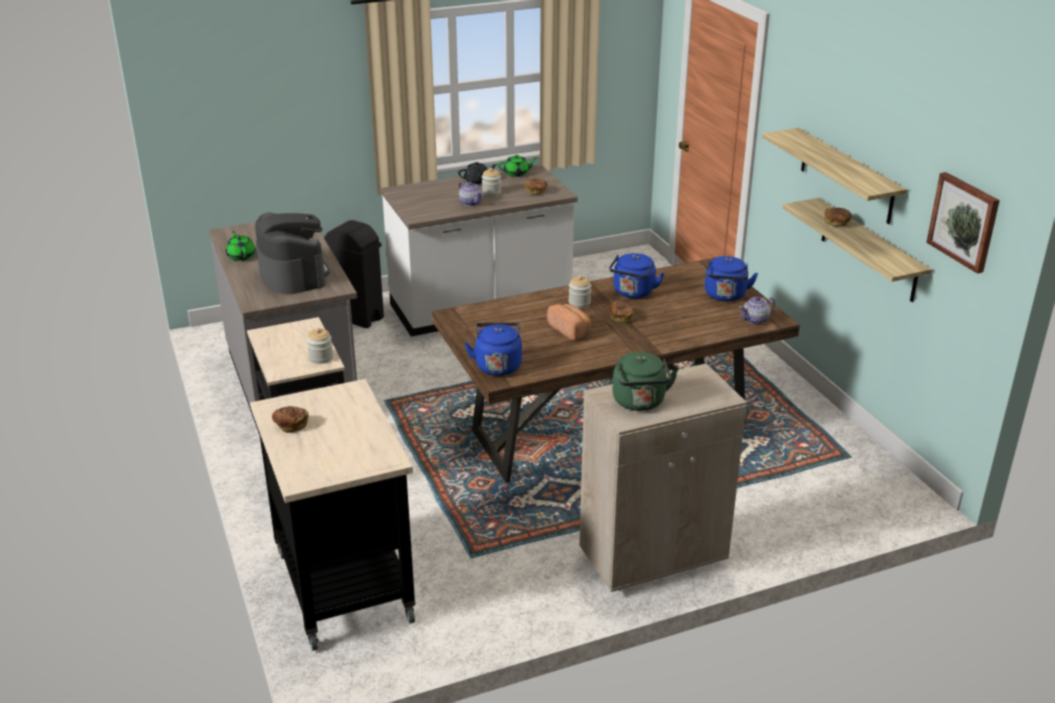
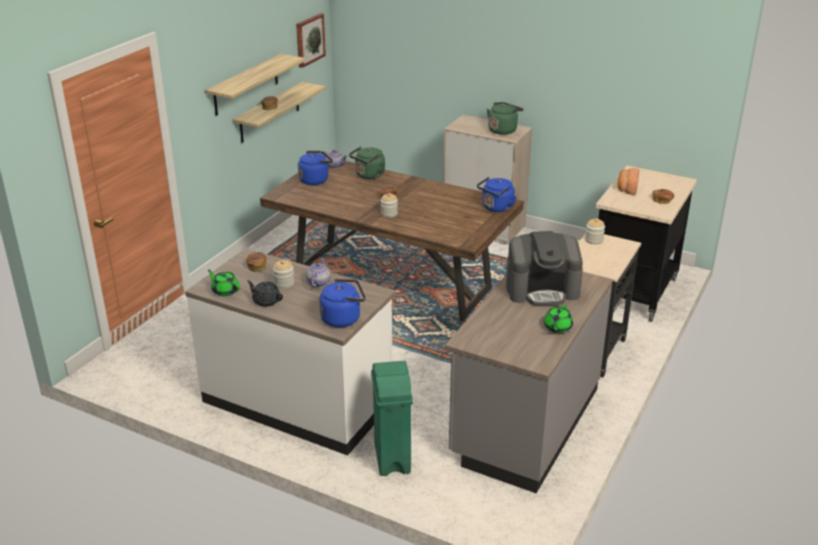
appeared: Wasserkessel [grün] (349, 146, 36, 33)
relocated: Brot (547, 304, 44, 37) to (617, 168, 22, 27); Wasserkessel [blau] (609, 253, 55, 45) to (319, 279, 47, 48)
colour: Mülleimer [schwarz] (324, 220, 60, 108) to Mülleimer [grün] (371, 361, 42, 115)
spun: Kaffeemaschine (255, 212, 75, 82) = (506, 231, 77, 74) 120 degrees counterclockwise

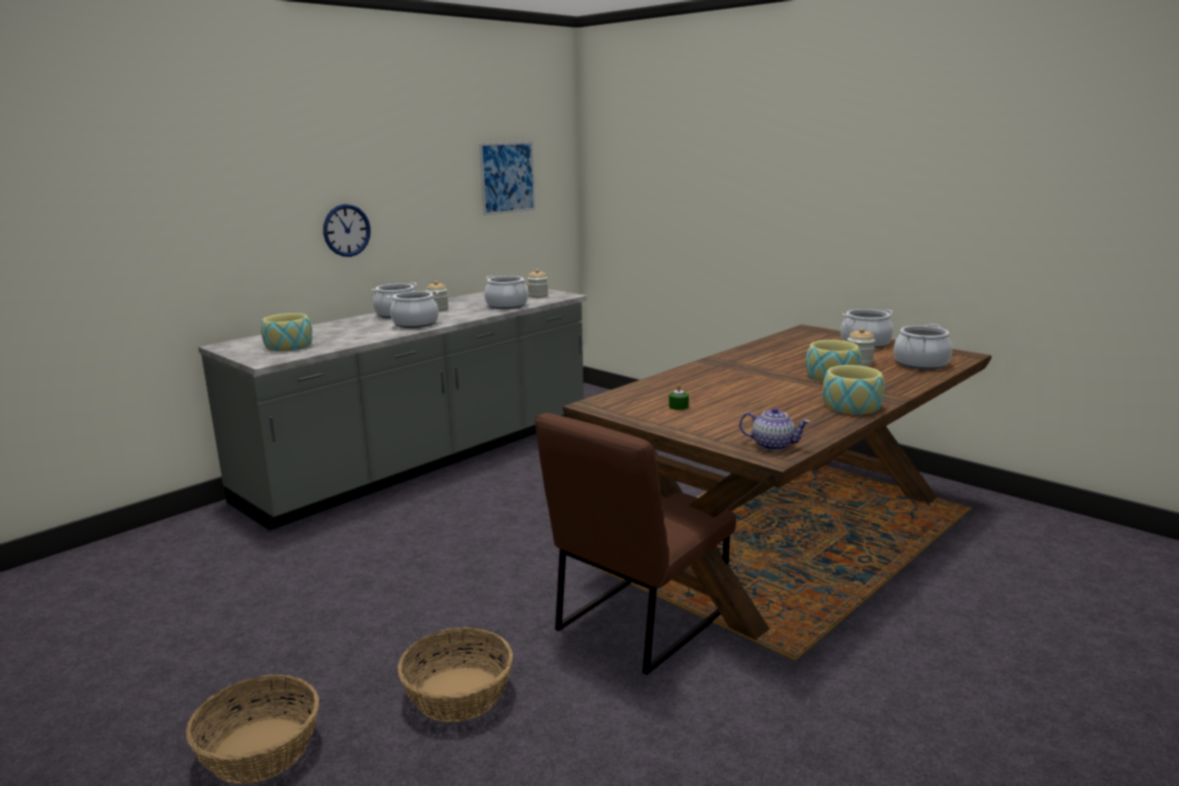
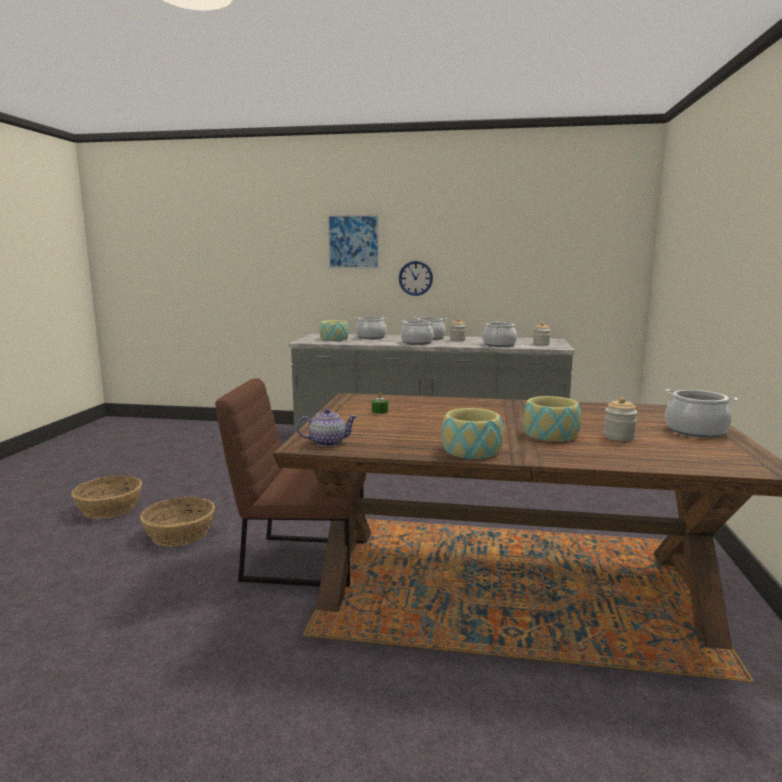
relocated: Bild (479, 141, 56, 75) to (327, 214, 53, 55); Kochtopf (894, 324, 58, 46) to (354, 317, 34, 22)
spun: Teekanne (739, 407, 71, 44) = (297, 408, 61, 39) 90 degrees counterclockwise

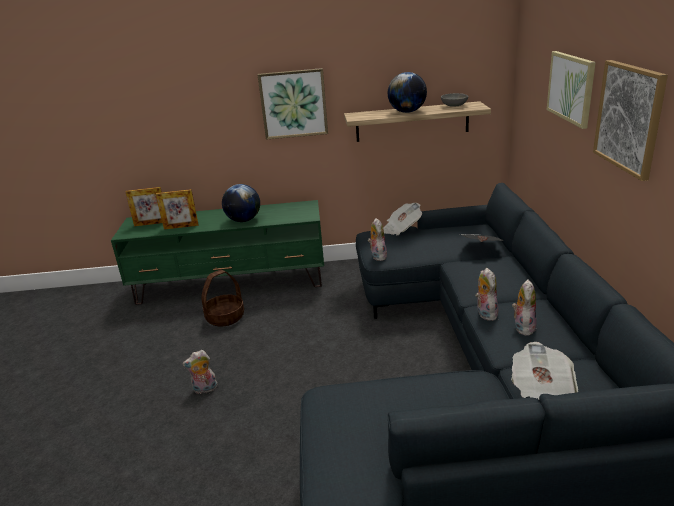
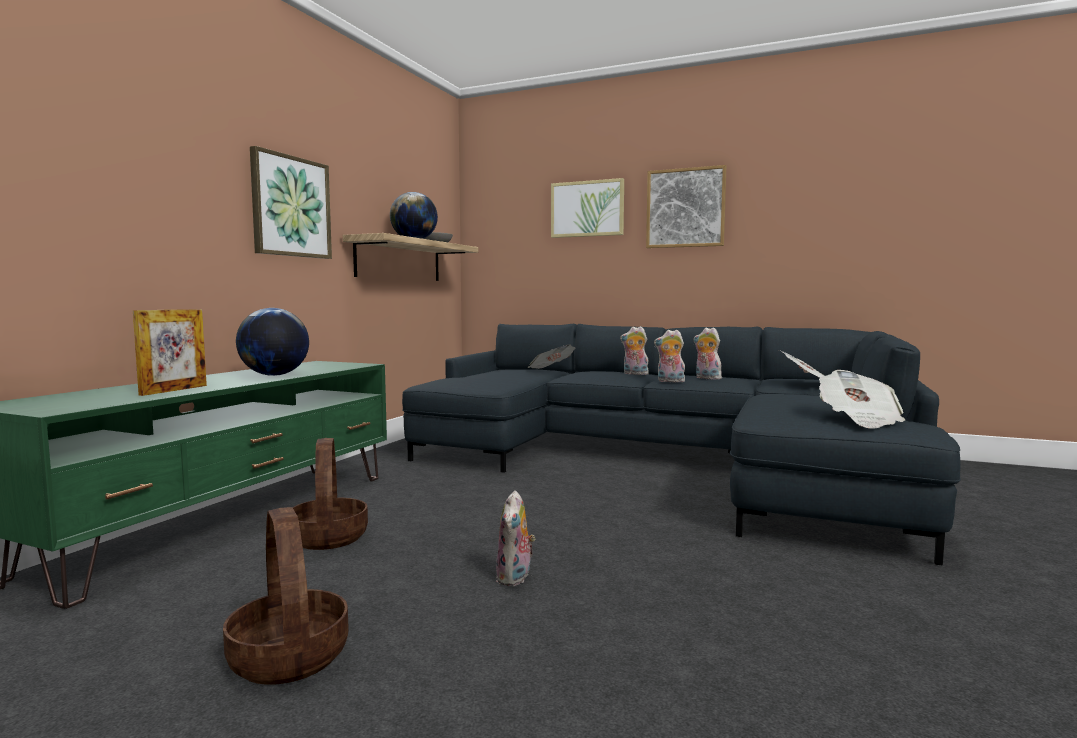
missing: Bilderrahmen (125, 187, 37, 39)
appeared: Korb (223, 507, 126, 178)
relocated: Plüschtier (368, 218, 19, 43) to (620, 326, 30, 49); Zeitung (383, 203, 39, 32) to (819, 370, 86, 59)

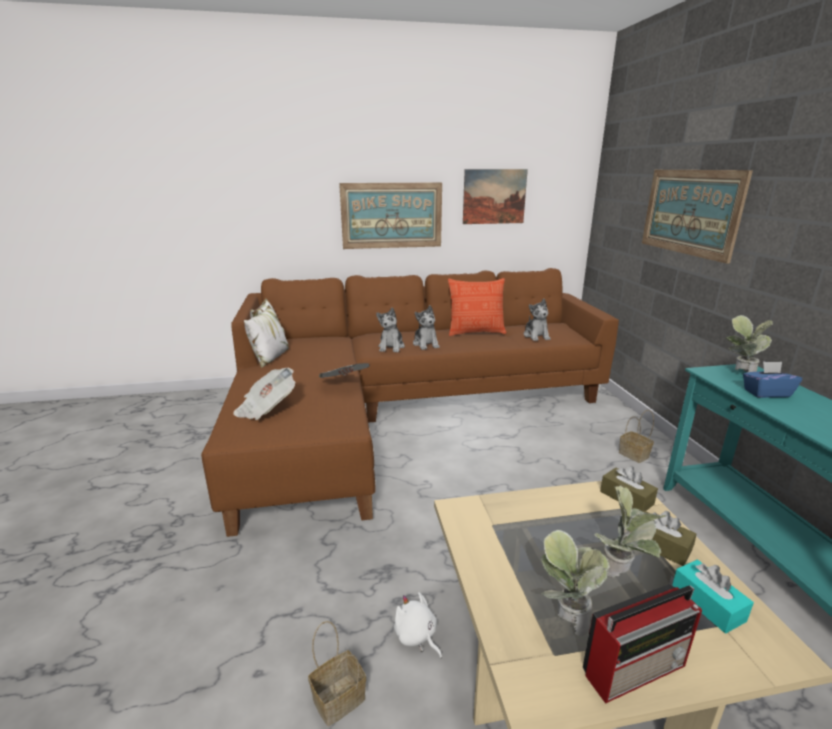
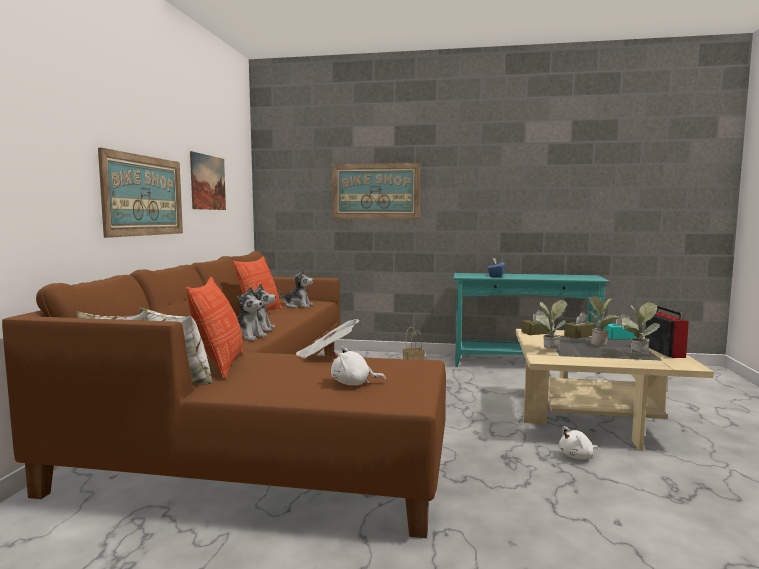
missing: Korb (308, 621, 58, 105)
appeared: Kissen [orange] (186, 277, 57, 102)
relocated: Topfpflanze (726, 315, 47, 58) to (532, 300, 35, 51)
exchanged: Zeitung (233, 368, 62, 52) to Plüschtier [weiß] (331, 346, 55, 39)

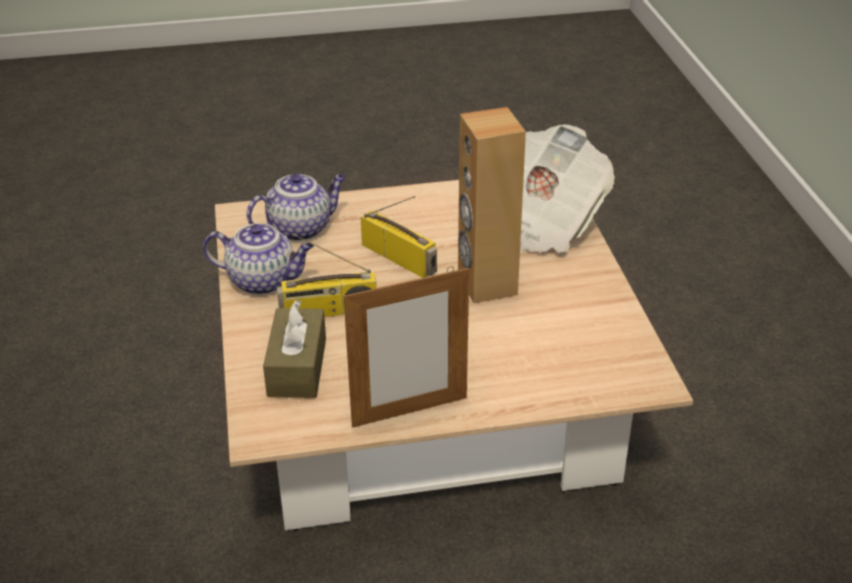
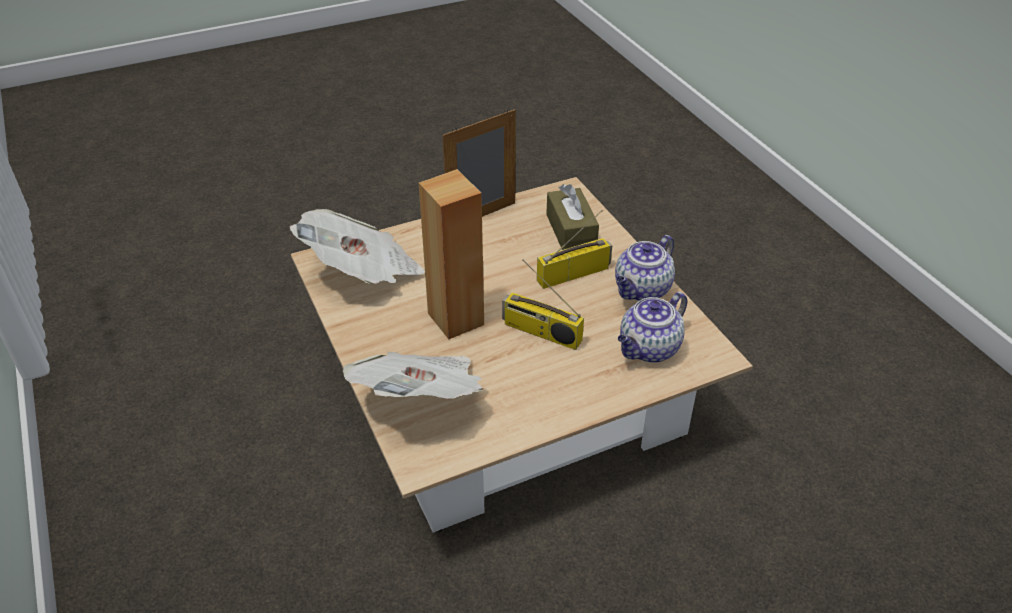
appeared: Zeitung (290, 209, 135, 75)
spun: Teekanne (203, 223, 111, 72) = (615, 235, 60, 66) 45 degrees counterclockwise

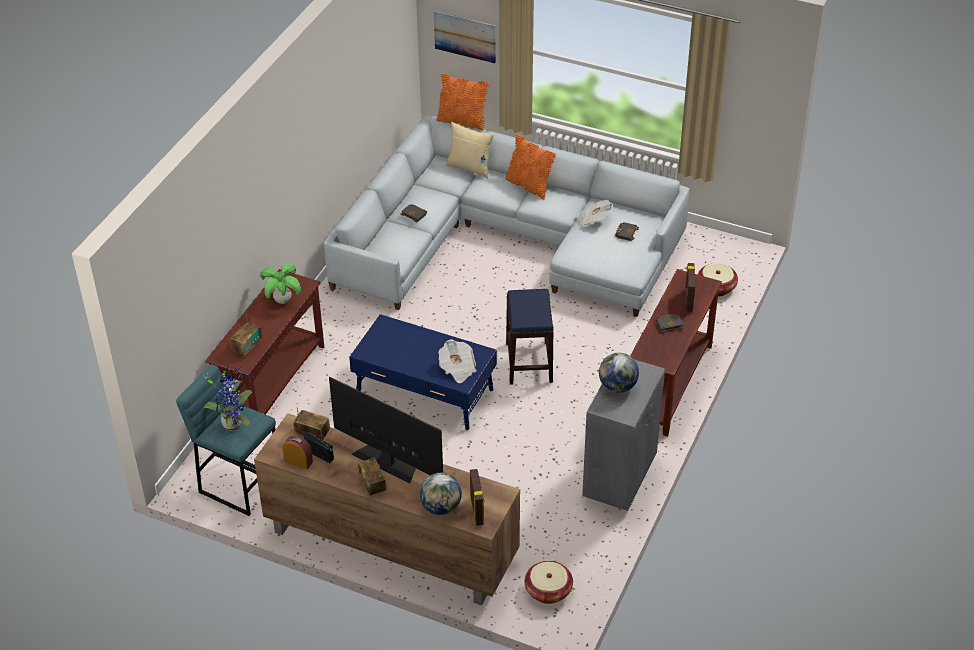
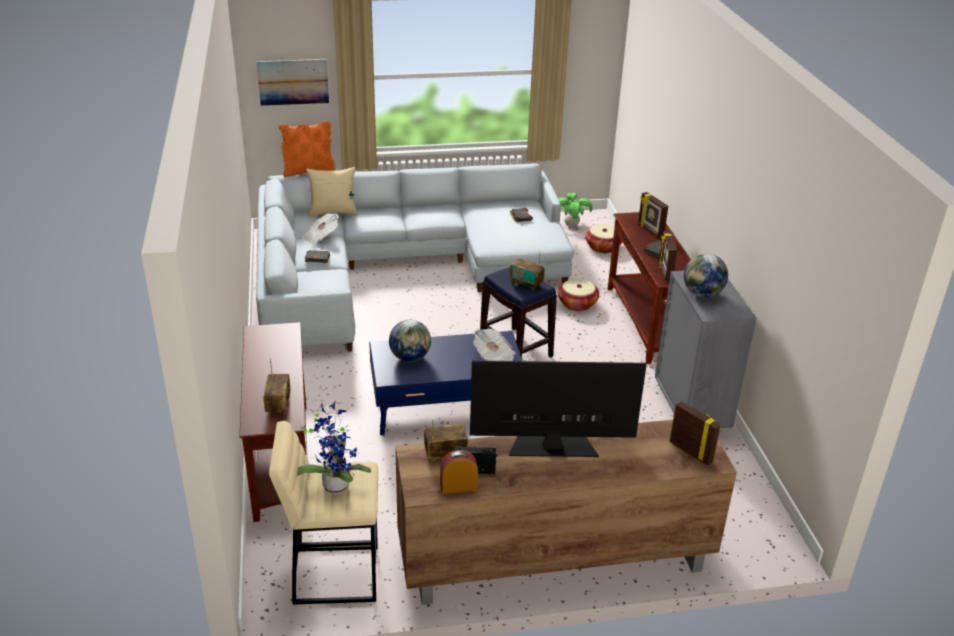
missing: Kissen [orange] (505, 134, 51, 66)
appeared: Bilderrahmen (659, 231, 18, 51)
relocated: Topfpflanze (260, 263, 41, 41) to (558, 193, 35, 34); Radio (358, 458, 29, 39) to (509, 251, 36, 40); Globus (420, 473, 42, 42) to (389, 320, 42, 42); Korb (524, 561, 49, 43) to (558, 279, 41, 32); Zeitung (577, 200, 36, 26) to (302, 213, 37, 31)
colour: Hocker [türkis] (176, 364, 100, 152) to Hocker [beige] (269, 421, 109, 184)

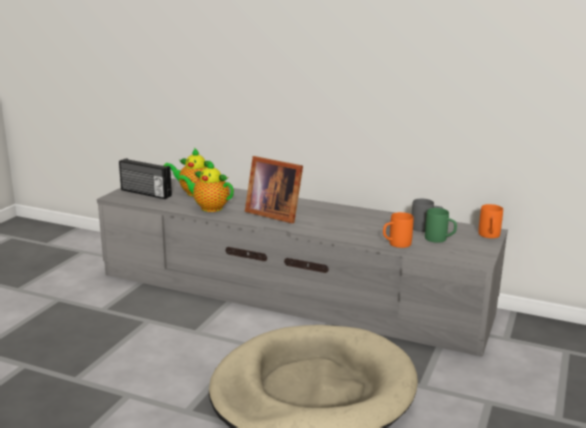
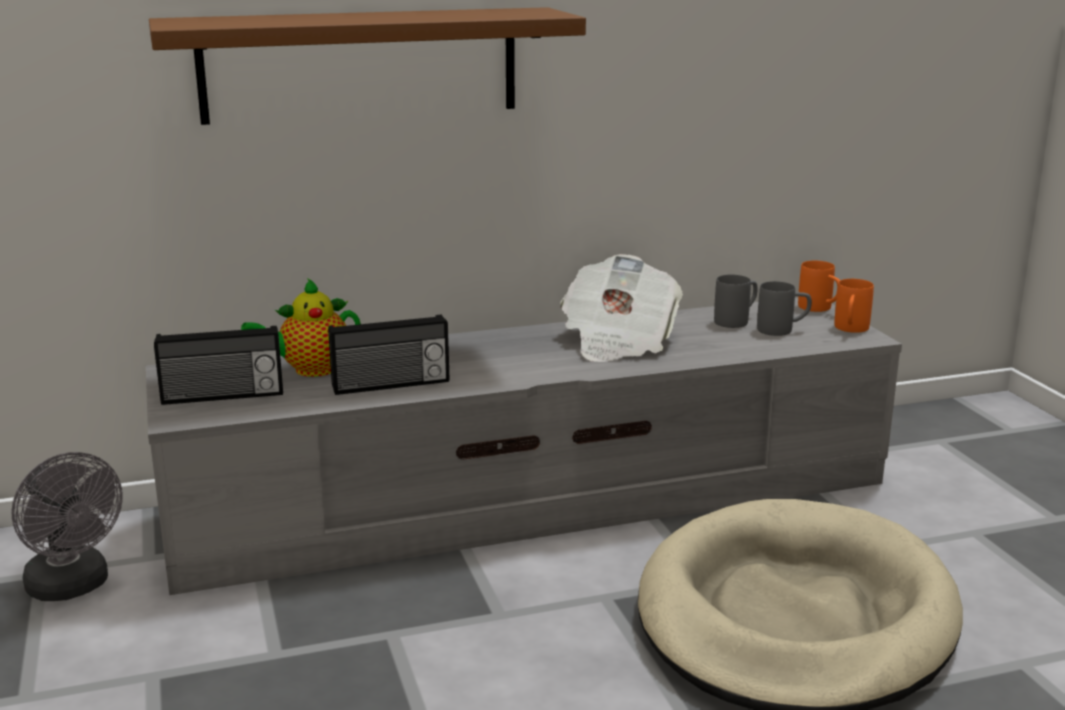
missing: Bilderrahmen (245, 156, 58, 67)
appeared: Ventilator [grau] (11, 452, 112, 149); Wandregal [braun] (149, 7, 437, 118); Zeitung (560, 254, 123, 108)
relocated: Henkelbecher [orange] (383, 212, 31, 36) to (834, 279, 40, 54)
exchanged: Teekanne (178, 160, 56, 52) to Radio (328, 315, 121, 80)
colour: Henkelbecher [grün] (425, 208, 32, 35) to Henkelbecher [grau] (757, 281, 55, 55)

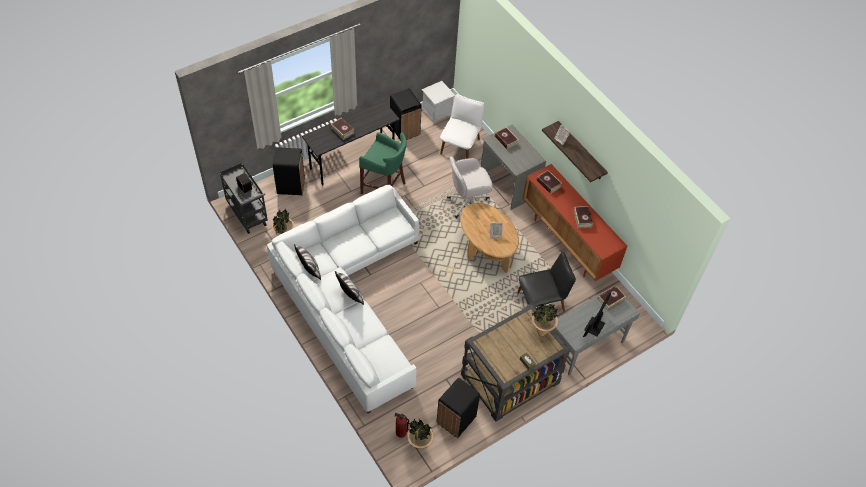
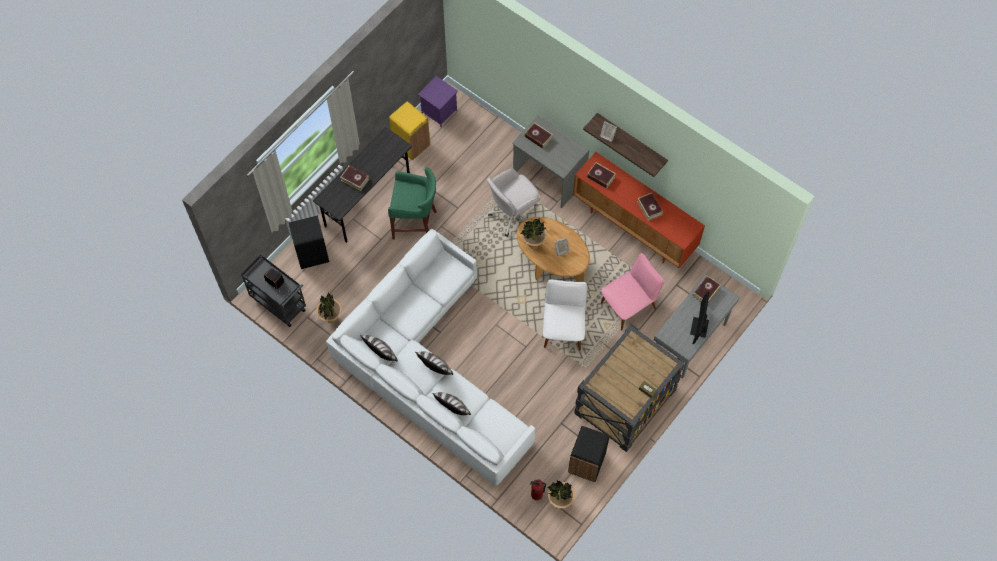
appeared: Kissen (432, 392, 39, 23)
relocated: Stuhl [weiß] (440, 94, 45, 65) to (543, 280, 44, 70); Topfpflanze (532, 304, 26, 32) to (521, 218, 26, 31)
colour: Mülleimer [schwarz] (390, 88, 32, 53) to Mülleimer [gelb] (389, 101, 41, 59); Nachttisch [grau] (422, 81, 33, 44) to Nachttisch [lila] (418, 76, 40, 51); Stuhl [schwarz] (517, 252, 59, 59) to Stuhl [rosa] (601, 253, 63, 77)

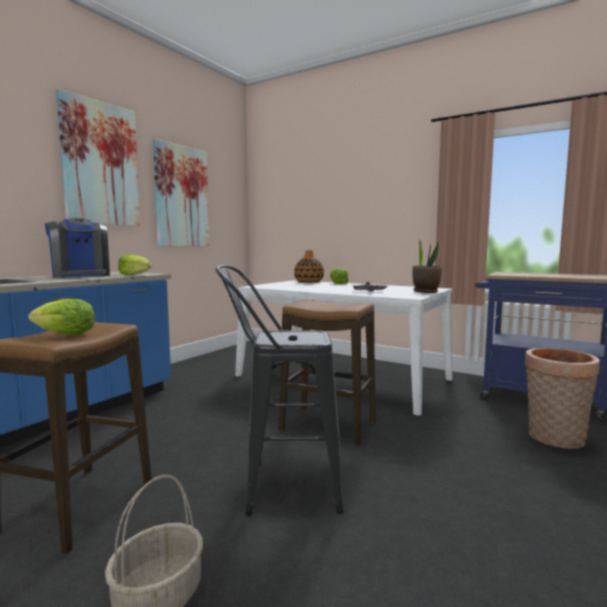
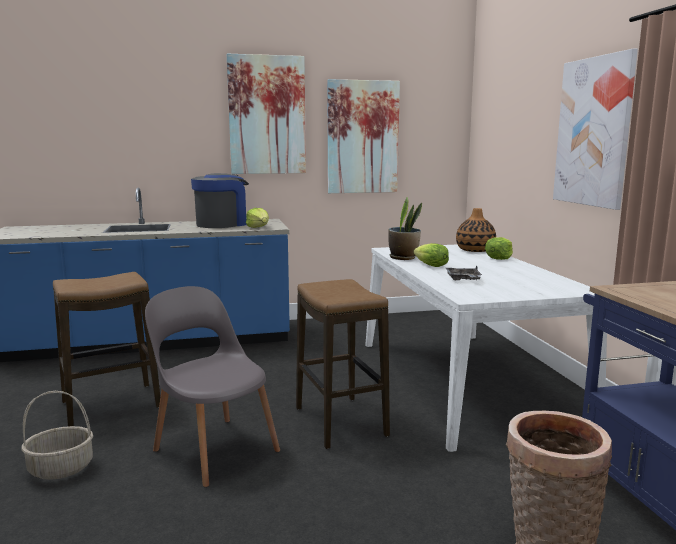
appeared: Bild (553, 48, 85, 162)
relocated: Salatkopf (28, 299, 67, 36) to (413, 243, 36, 24); Topfpflanze (413, 239, 29, 54) to (388, 197, 34, 63)
exchanged: Hocker [schwarz] (215, 265, 128, 250) to Stuhl [grau] (145, 286, 135, 201)
spun: Kaffeemaschine (45, 218, 65, 60) = (191, 173, 58, 55) 150 degrees counterclockwise

